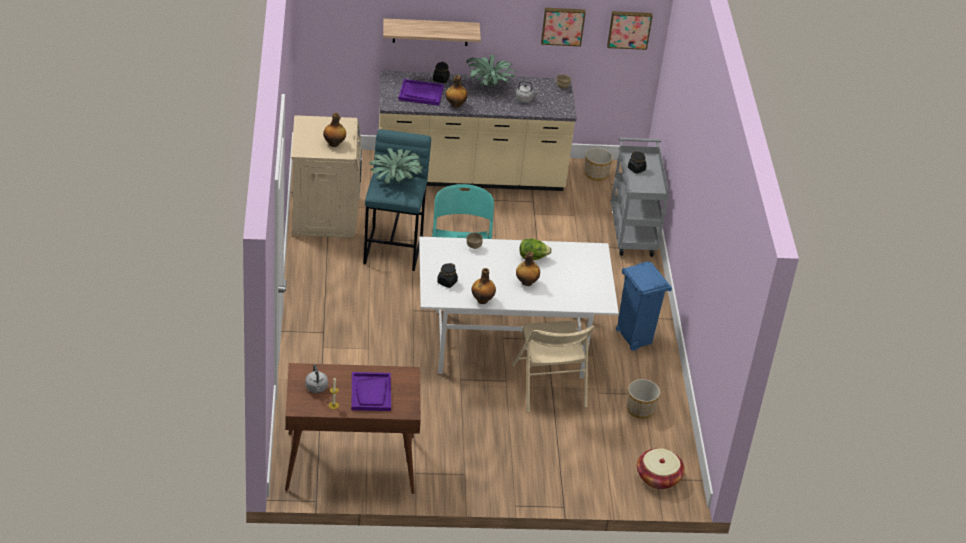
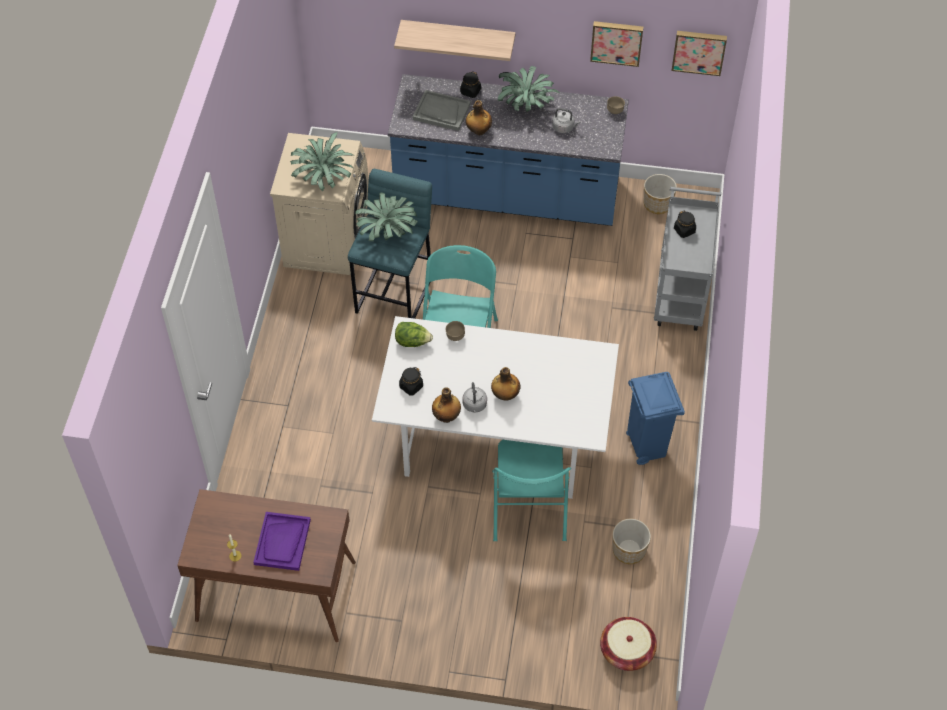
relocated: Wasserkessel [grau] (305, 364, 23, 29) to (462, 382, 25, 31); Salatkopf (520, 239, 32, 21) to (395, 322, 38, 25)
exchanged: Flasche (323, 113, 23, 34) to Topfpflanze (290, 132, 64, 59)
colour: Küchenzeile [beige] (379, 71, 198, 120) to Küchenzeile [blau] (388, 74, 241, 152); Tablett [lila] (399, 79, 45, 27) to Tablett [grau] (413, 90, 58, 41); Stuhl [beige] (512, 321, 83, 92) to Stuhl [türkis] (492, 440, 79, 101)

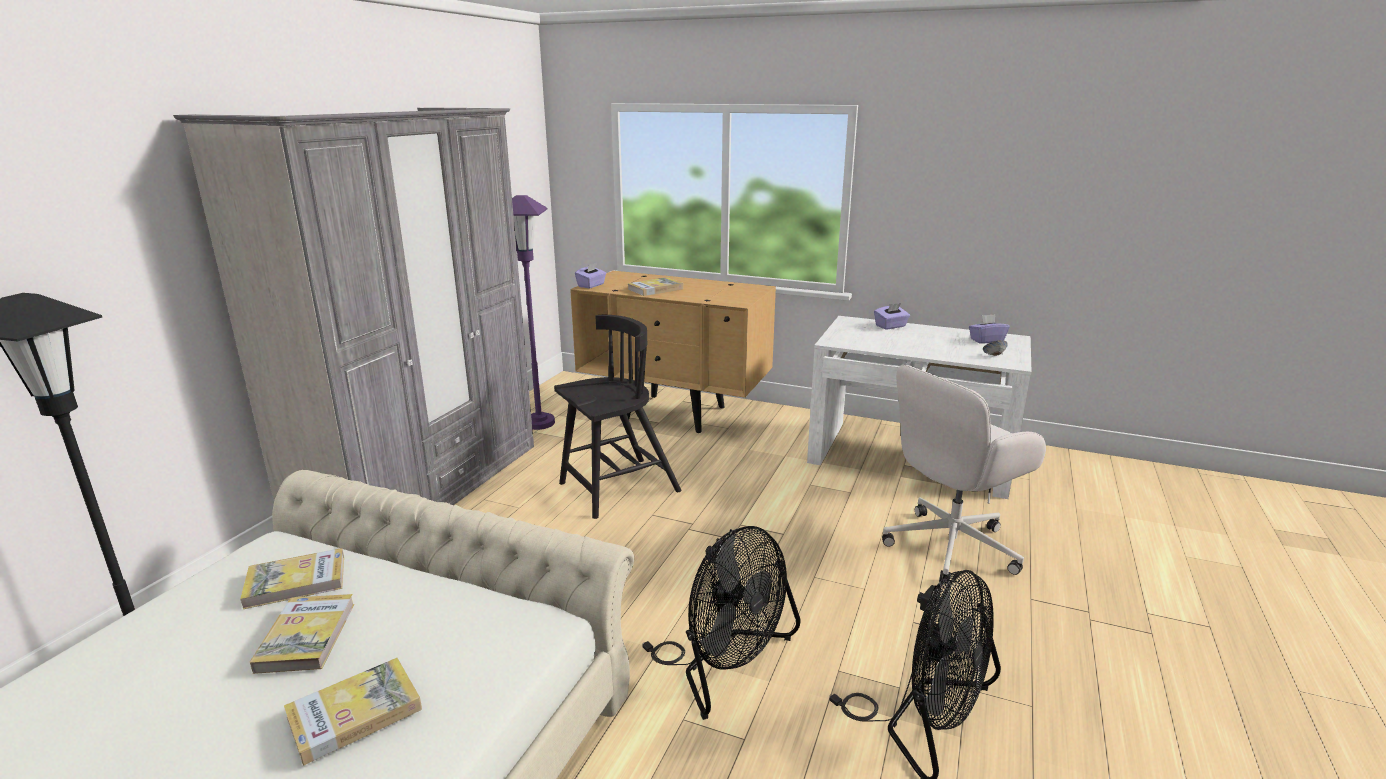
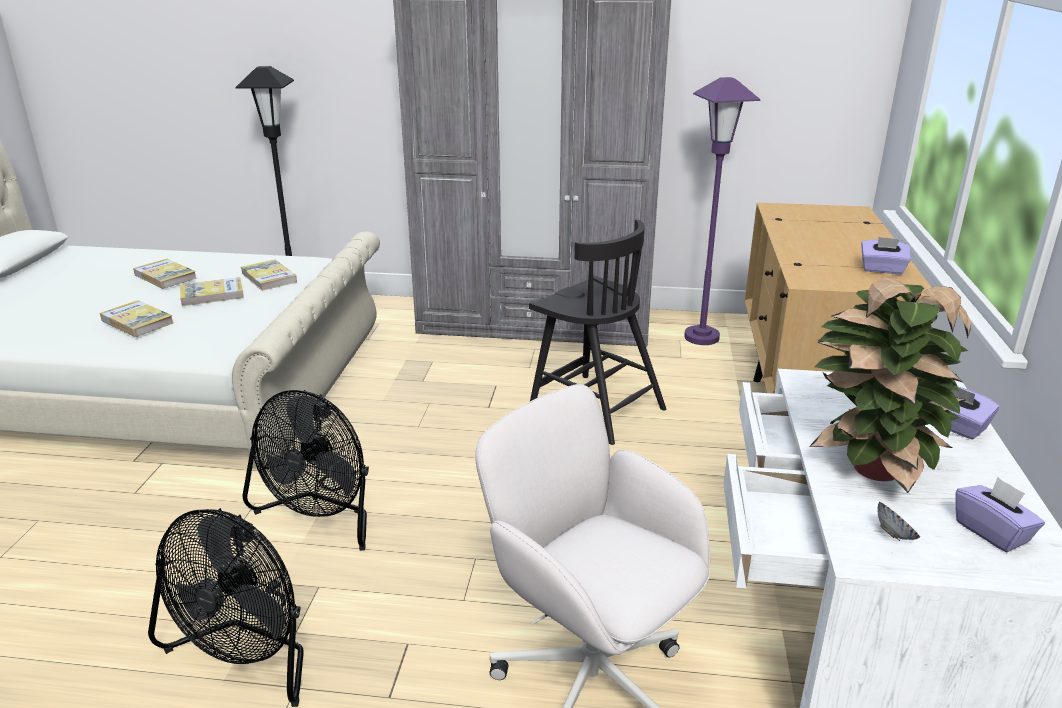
appeared: Topfpflanze (809, 277, 162, 216)
relocated: Taschentuchbox [lila] (575, 263, 31, 26) to (861, 237, 50, 37); Buch (627, 277, 56, 19) to (133, 259, 64, 30)

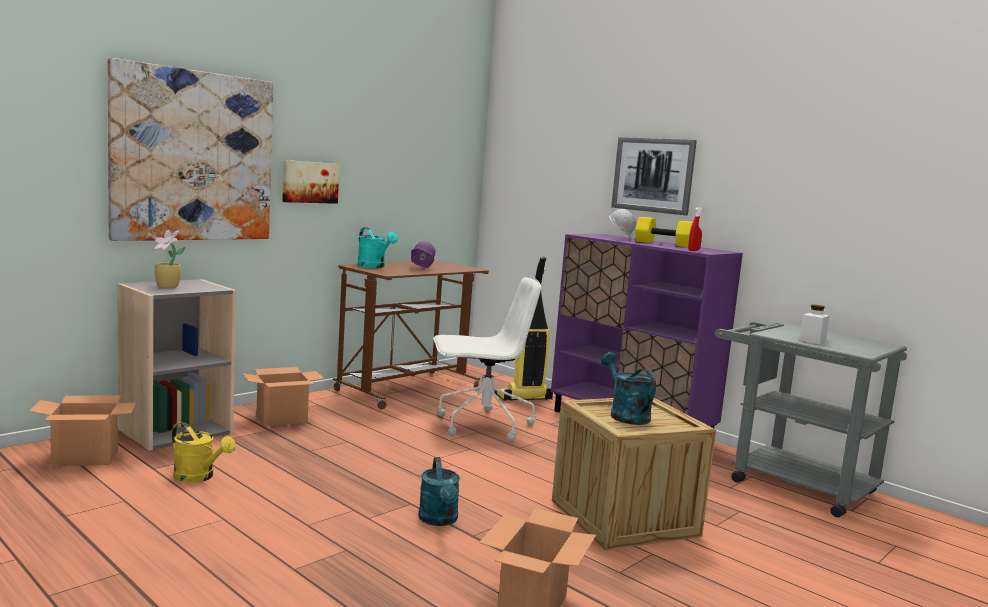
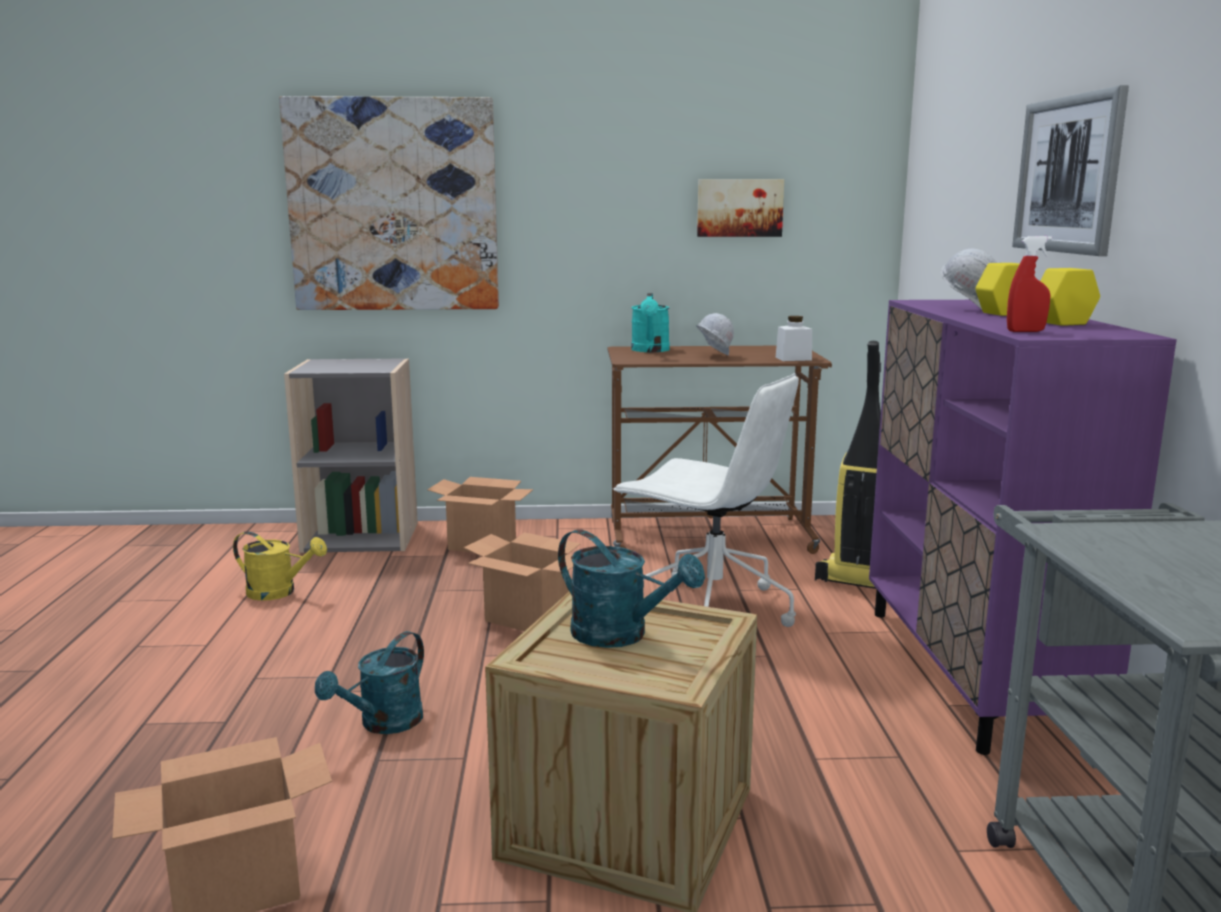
missing: Topfpflanze (153, 230, 32, 58)
relocated: Karton (29, 396, 108, 71) to (464, 532, 117, 99); Bild (282, 160, 58, 44) to (697, 179, 87, 58); Vorratsglas [weiß] (799, 305, 30, 39) to (776, 316, 36, 45)
colour: Schutzhelm [lila] (411, 241, 25, 27) to Schutzhelm [weiß] (696, 313, 38, 42)
spun: Gießkanne [gelb] (172, 422, 64, 61) = (233, 531, 94, 70) 60 degrees counterclockwise; Gießkanne [türkis] (601, 352, 55, 73) = (558, 529, 147, 119) 105 degrees clockwise

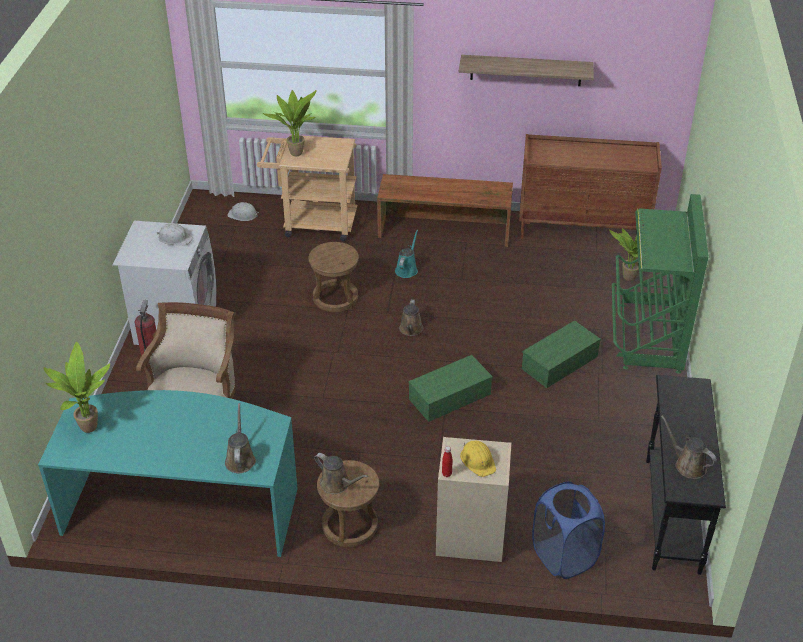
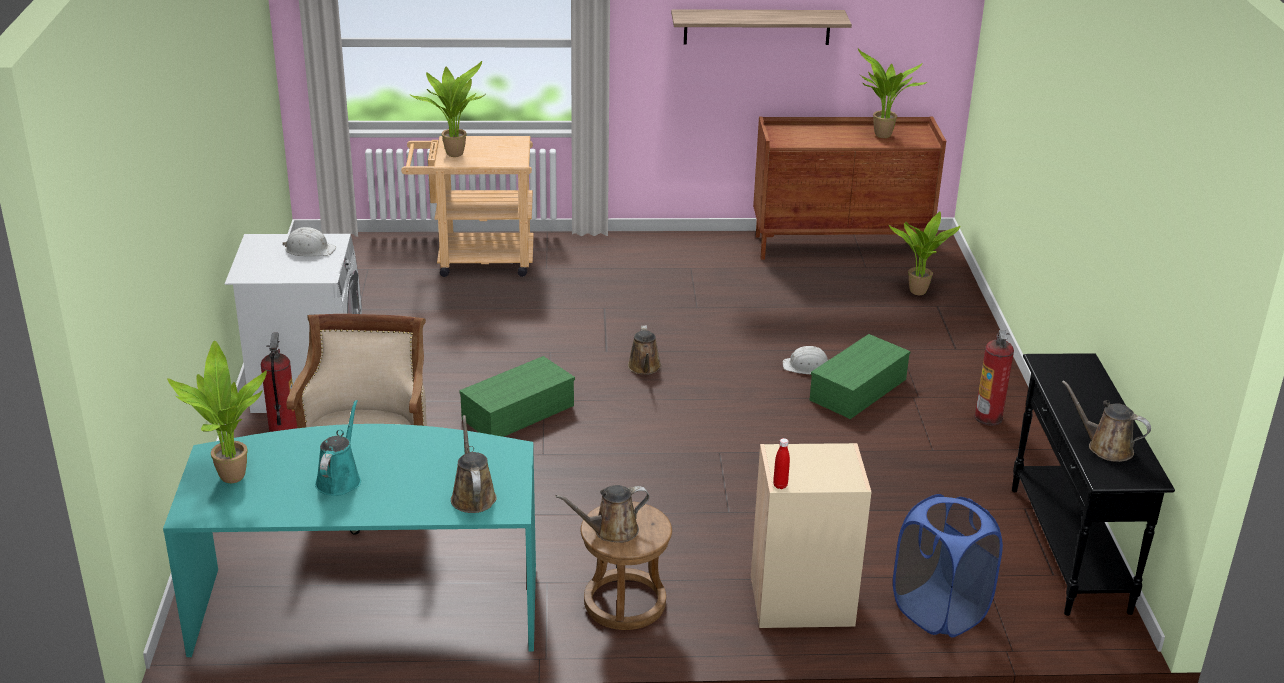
missing: Hocker [braun] (308, 242, 51, 70); Bank [braun] (377, 174, 136, 73); Schutzhelm [gelb] (460, 440, 36, 37); Schuhregal [grün] (612, 194, 97, 179)
appeared: Topfpflanze (858, 49, 71, 89); Feuerlöscher (974, 330, 40, 96)
relocated: Schutzhelm [weiß] (227, 202, 32, 19) to (783, 346, 47, 28); Gießkanne [türkis] (395, 230, 23, 48) to (315, 400, 46, 96); Aufbewahrungsbox [grün] (408, 355, 85, 67) to (459, 356, 116, 81)
spun: Gießkanne [braun] (314, 453, 54, 41) = (556, 485, 93, 58) 135 degrees clockwise

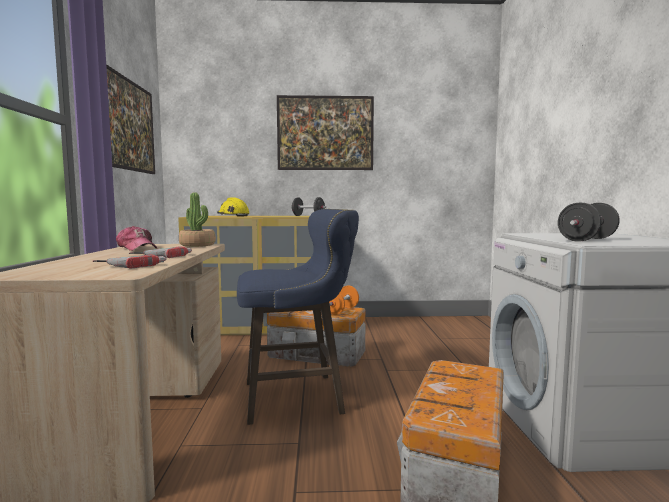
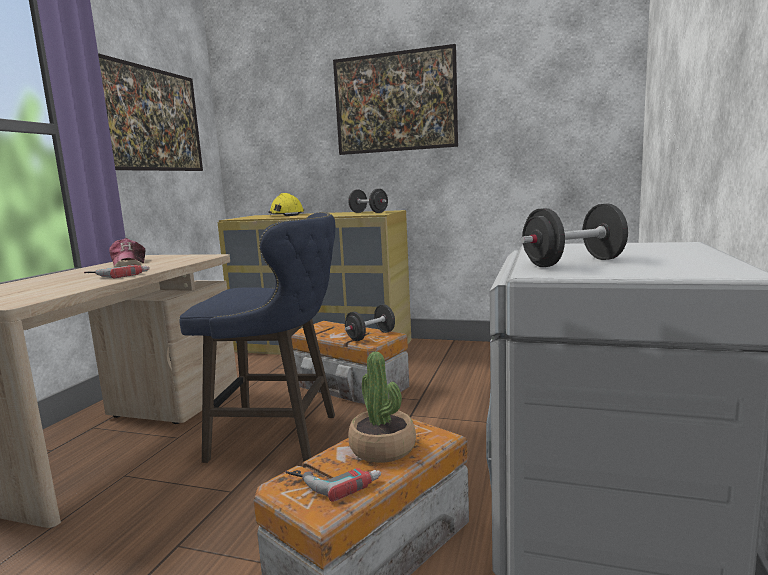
relocated: Bohrmaschine (93, 254, 74, 15) to (285, 468, 96, 34); Topfpflanze (179, 193, 37, 54) to (348, 352, 68, 111)
colour: Hantel [orange] (329, 286, 30, 29) to Hantel [schwarz] (345, 304, 50, 37)

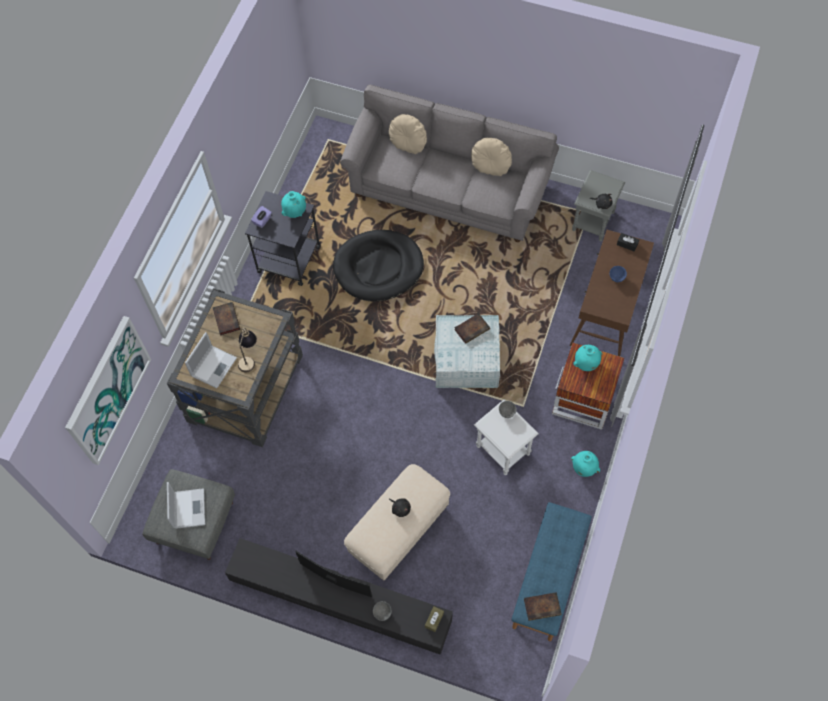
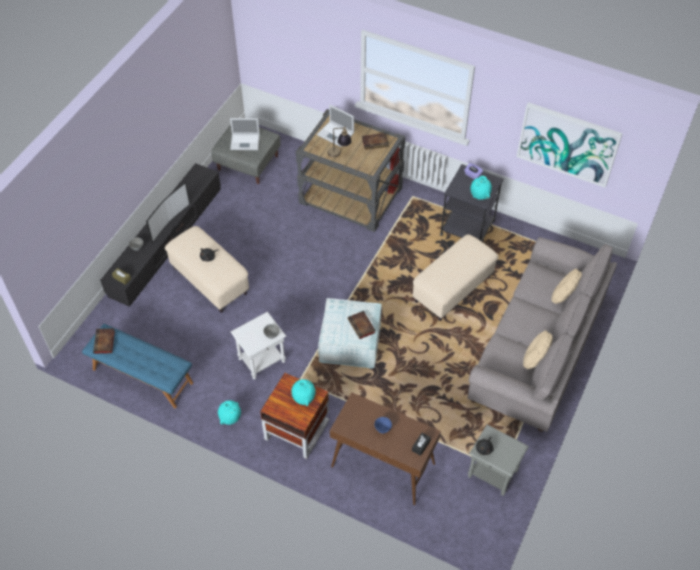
relocated: Bild (65, 316, 86, 149) to (516, 102, 107, 86)
exchanged: Hundebett [schwarz] (333, 230, 91, 72) to Polsterhocker [beige] (413, 235, 85, 86)

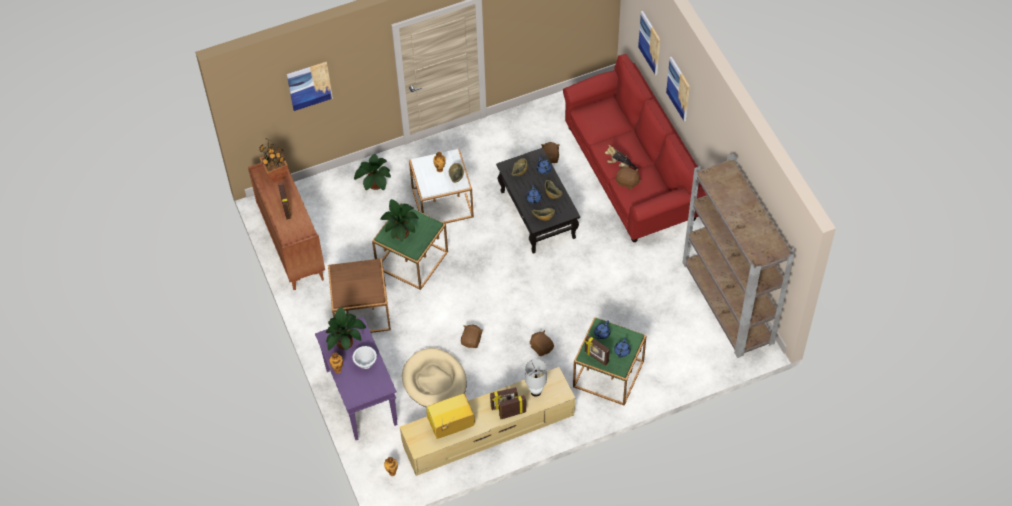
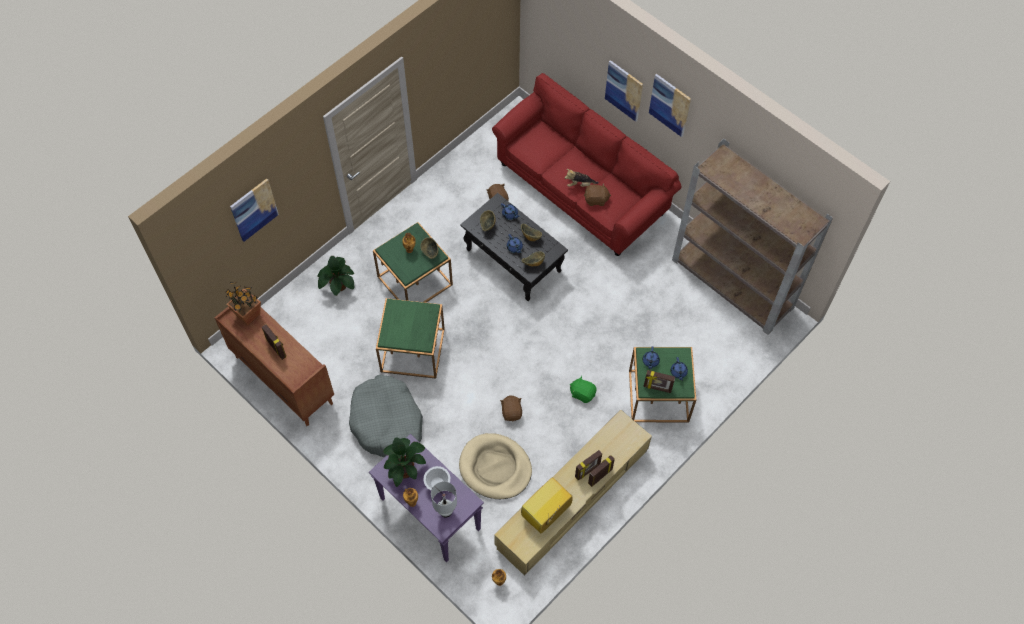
missing: Topfpflanze (380, 199, 39, 43)
relocated: Tischlampe [weiß] (525, 359, 22, 37) to (431, 482, 26, 36); Bild (638, 11, 22, 64) to (649, 74, 42, 63)
exchanged: Beistelltisch [braun] (328, 258, 63, 75) to Hundebett [grau] (349, 375, 74, 82)
colour: Beistelltisch [weiß] (409, 149, 65, 75) to Beistelltisch [grün] (373, 222, 80, 81); Plüschtier [braun] (529, 330, 25, 26) to Plüschtier [grün] (570, 376, 27, 27)

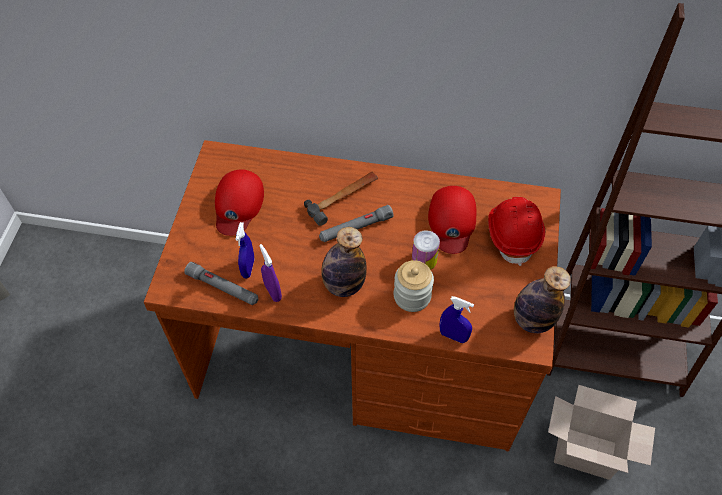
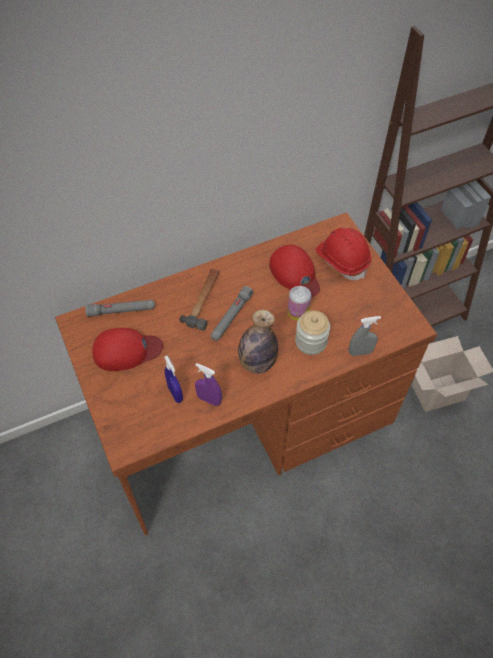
missing: Flasche (514, 266, 57, 67)
relocated: Taschenlampe [grau] (184, 262, 74, 43) to (85, 300, 70, 17)
colour: Sprühflasche [blau] (440, 296, 34, 47) to Sprühflasche [grau] (349, 316, 32, 40)
spun: Kappe [rot] (215, 169, 49, 67) = (92, 328, 71, 43) 75 degrees counterclockwise

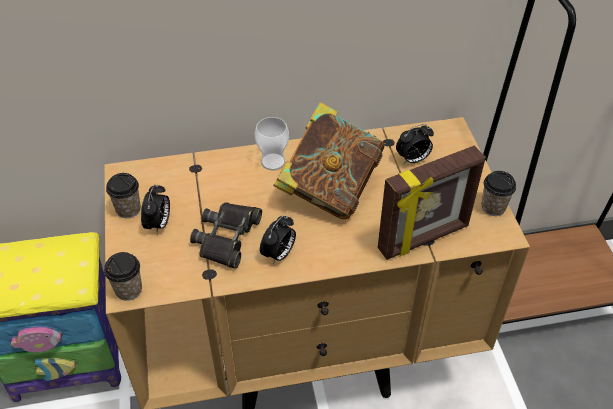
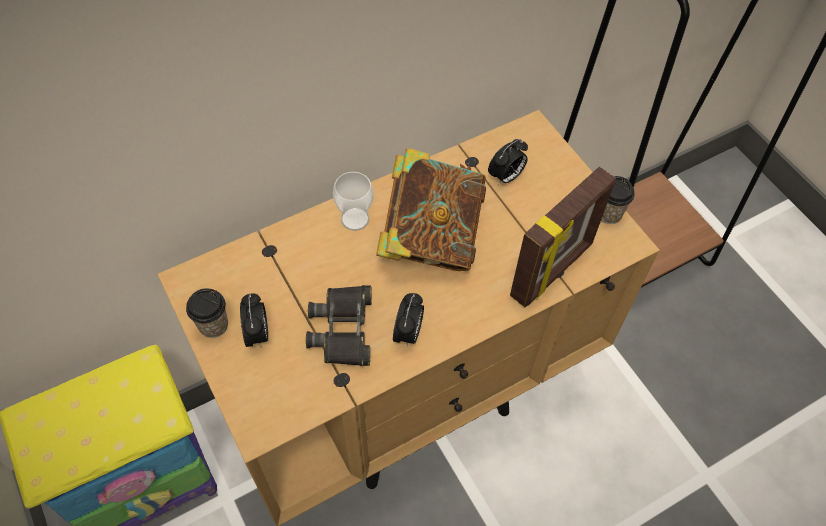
missing: Tasse (104, 252, 38, 49)

